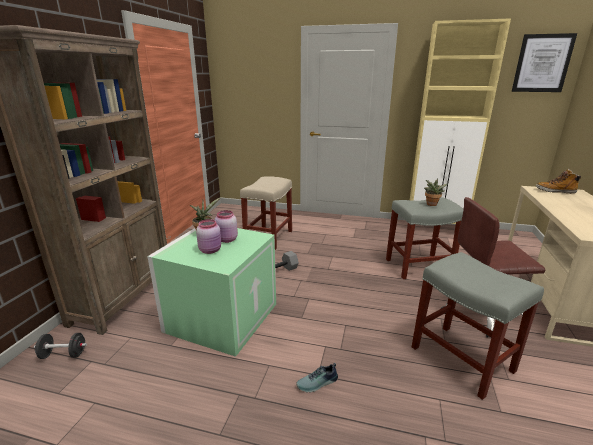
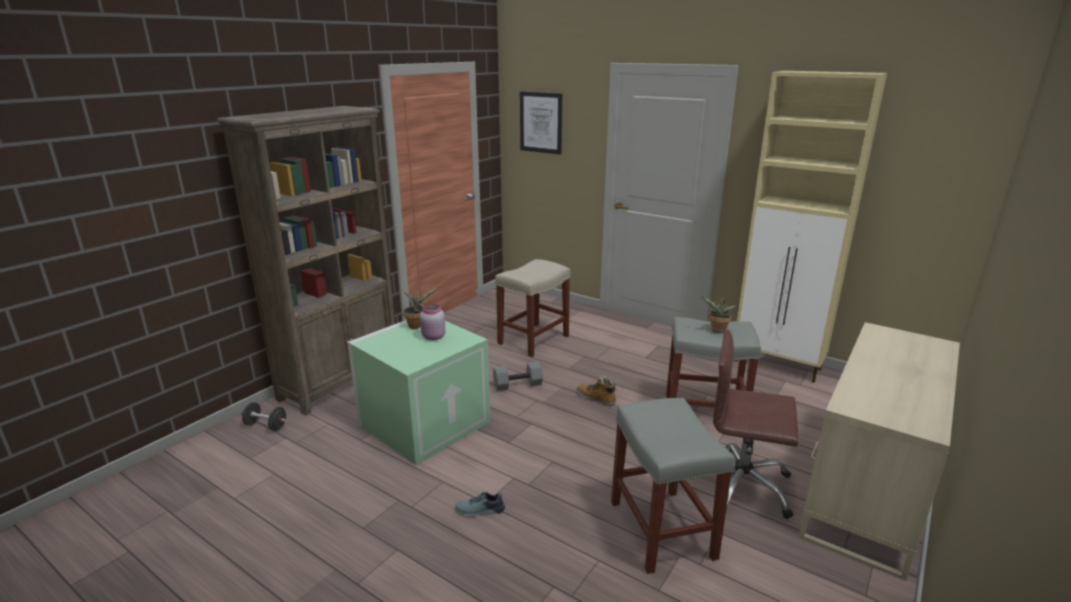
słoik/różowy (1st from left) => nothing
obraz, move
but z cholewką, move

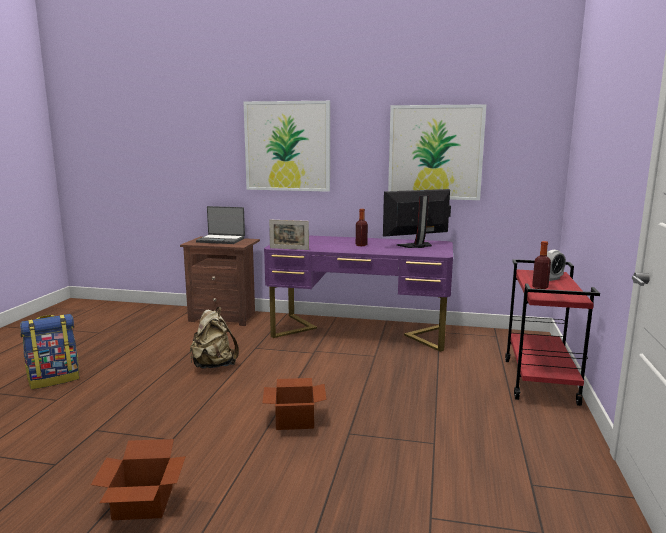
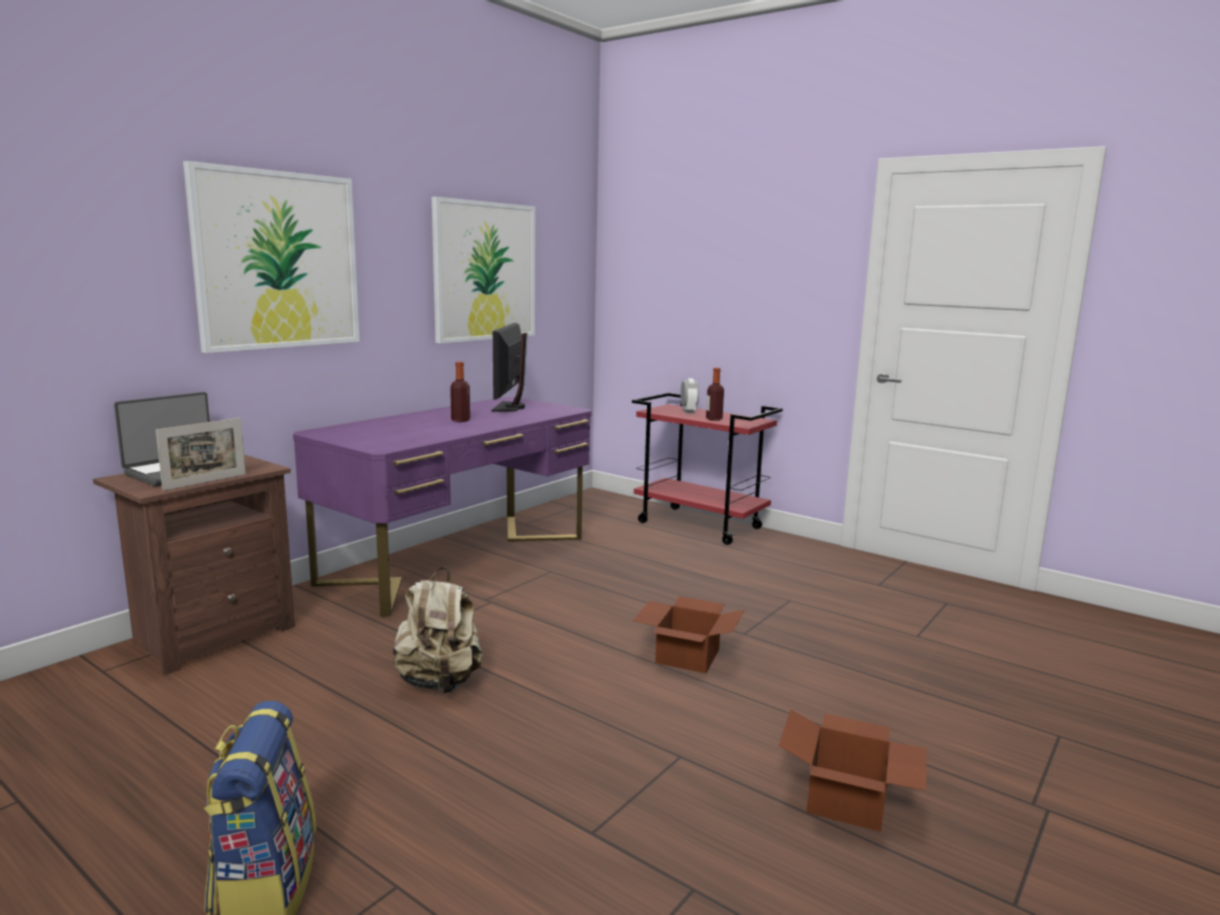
ramka na zdjęcie, move

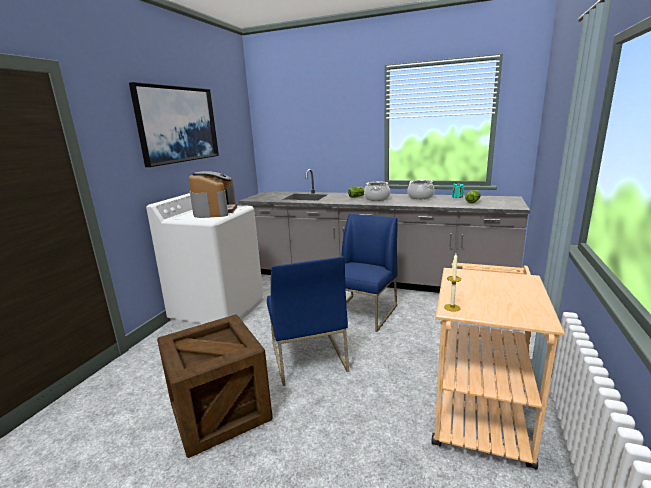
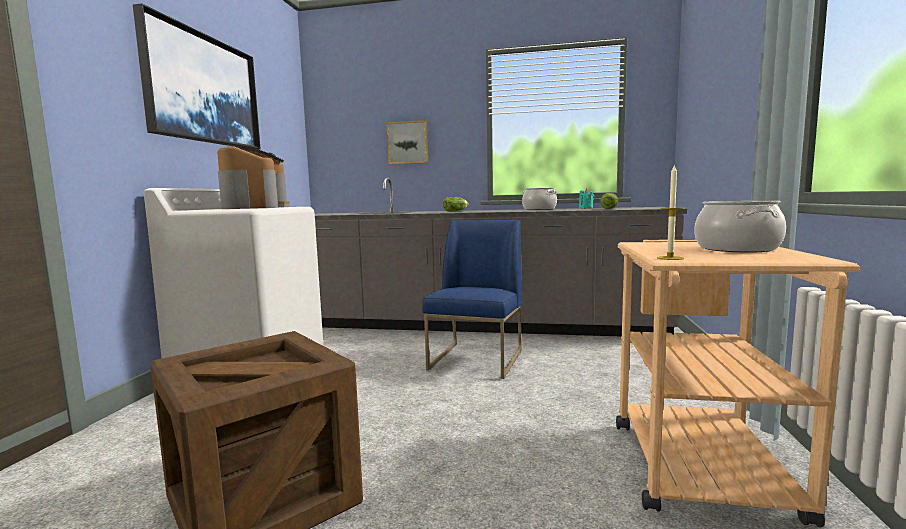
krzesło/niebieski (1st from left) => nothing
nothing => obraz (2nd from left)
garnek (1st from left in the first image) => garnek (2nd from left), move

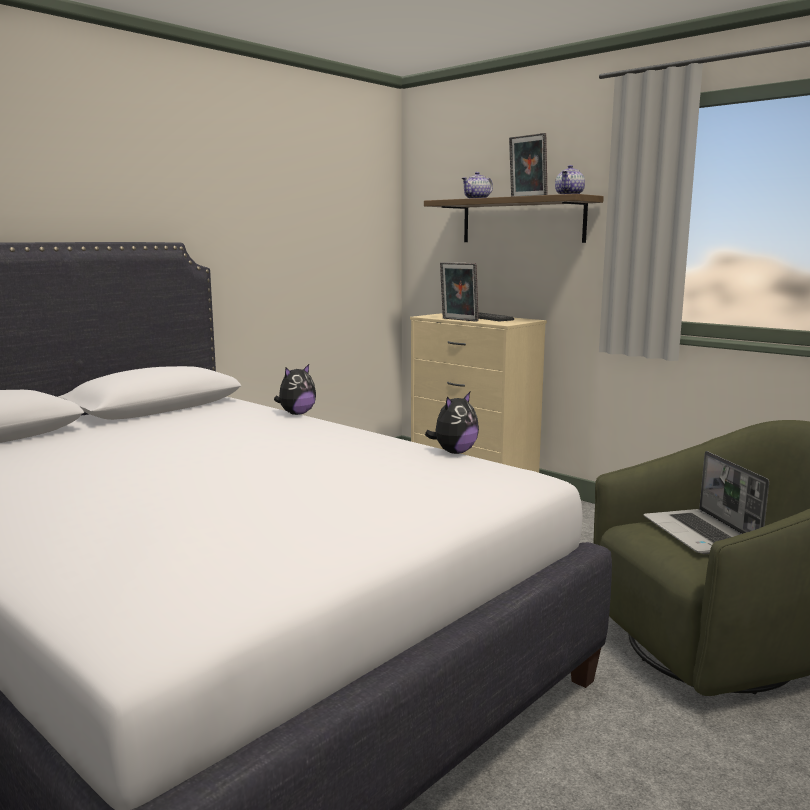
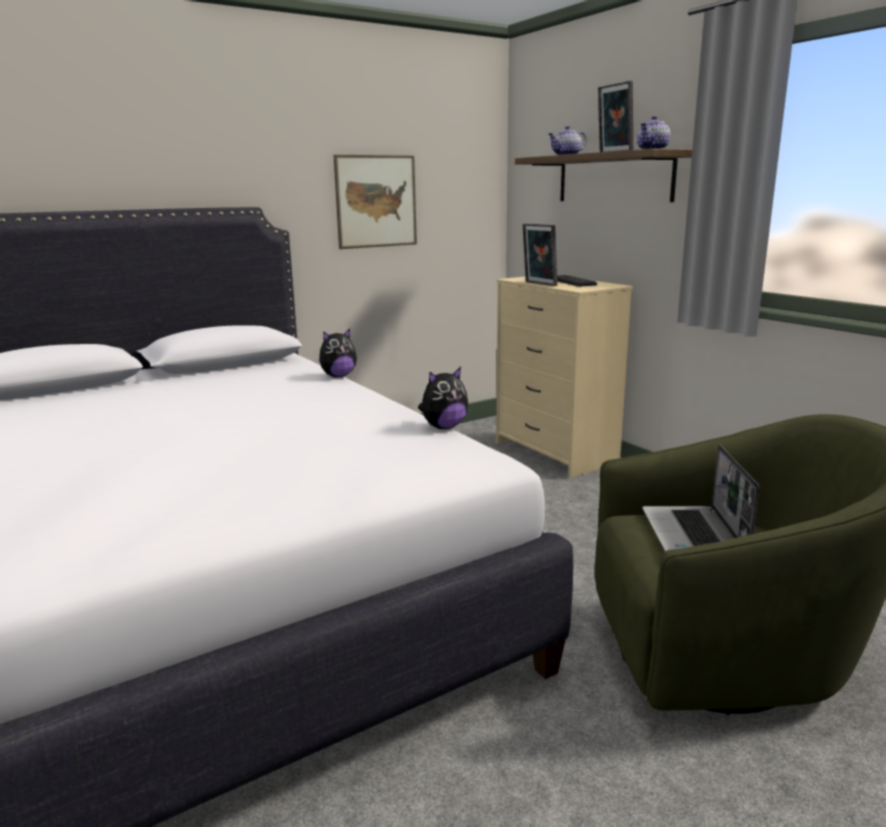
nothing => obraz

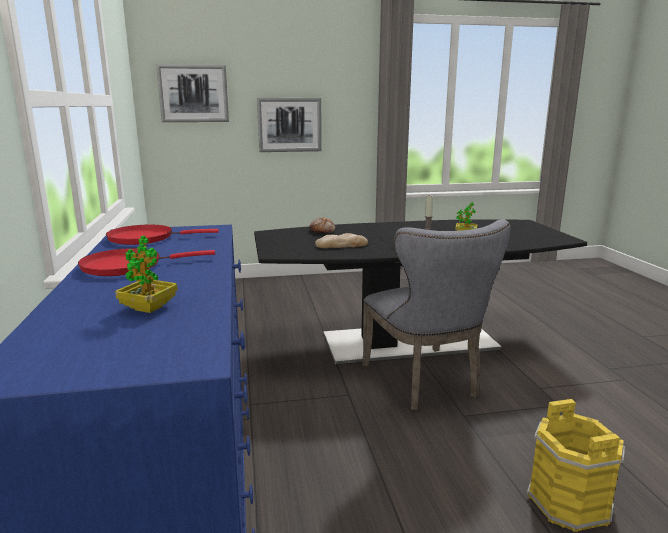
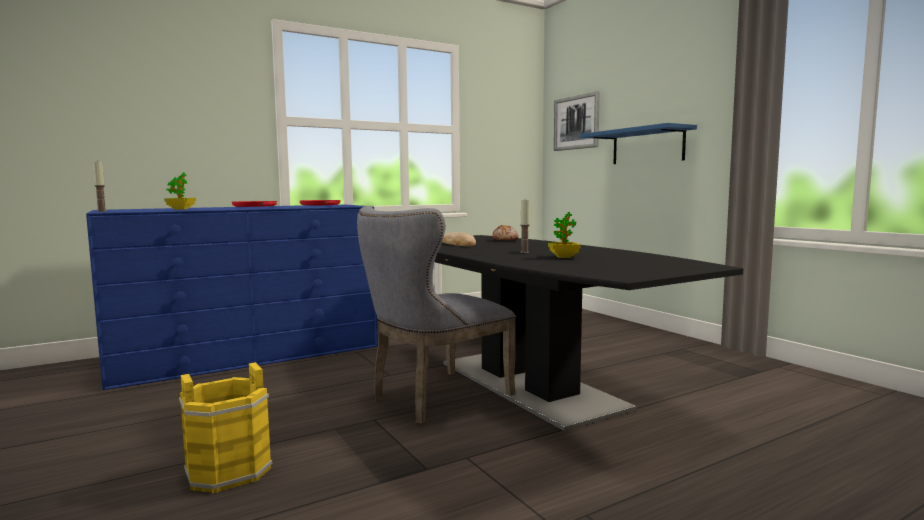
nothing => świeca (1st from left)
obraz (2nd from left) => półka/niebieski

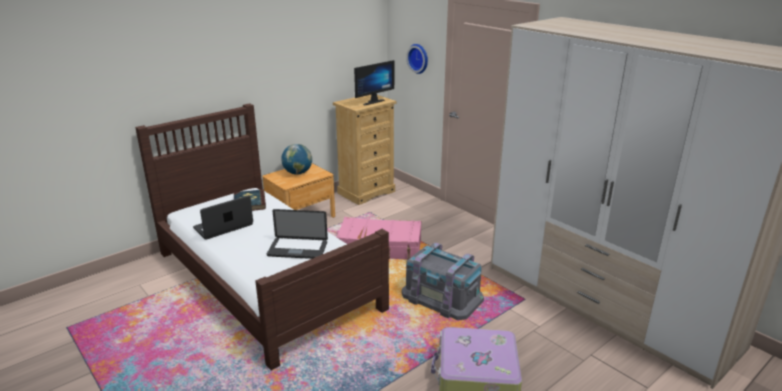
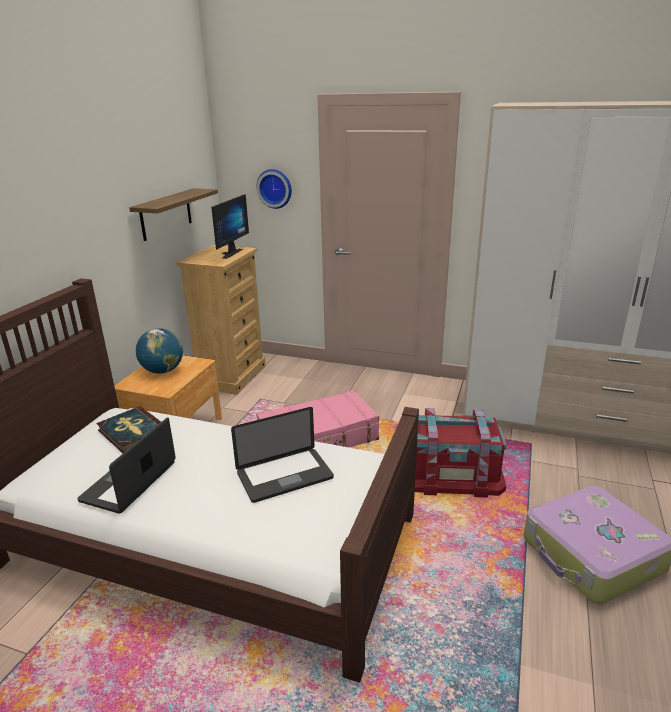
nothing => półka
pojemnik do przechowywania/szary => pojemnik do przechowywania/czerwony

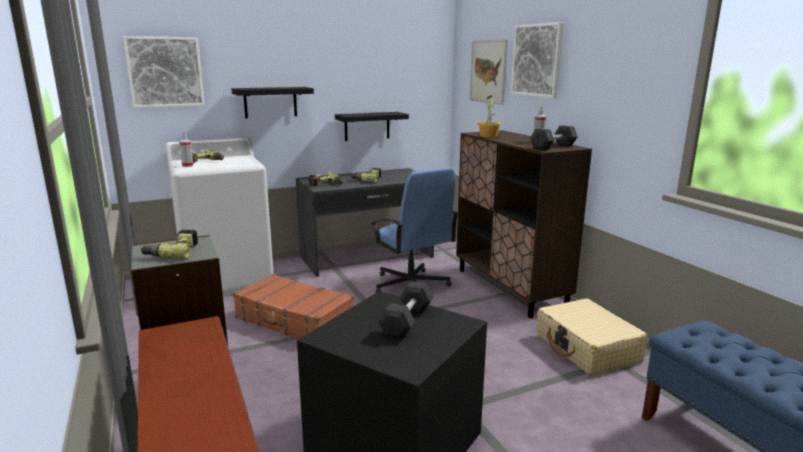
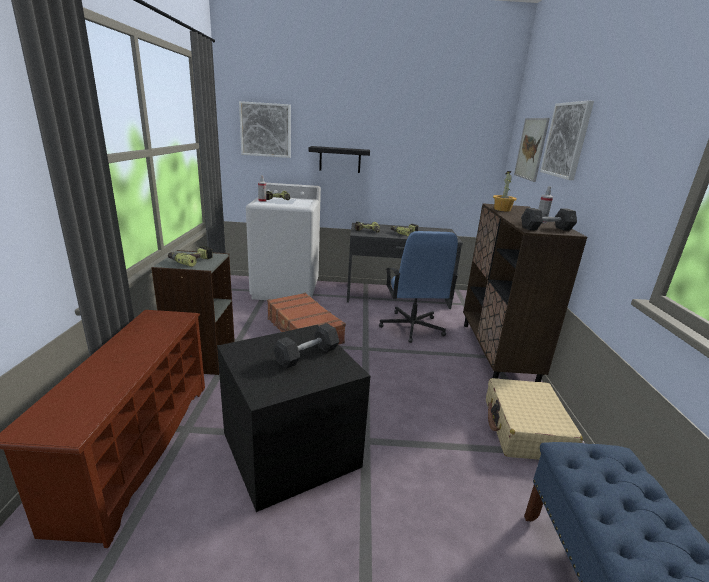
półka/czarny (2nd from left) => nothing

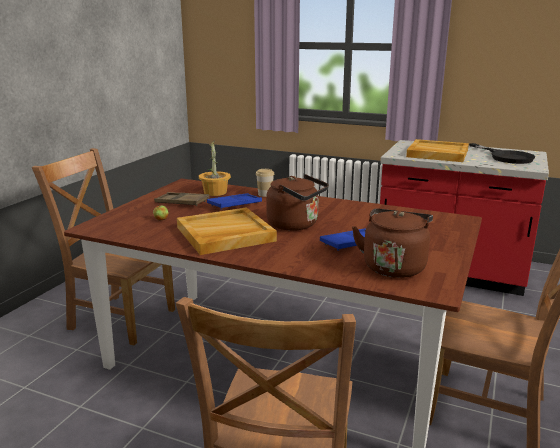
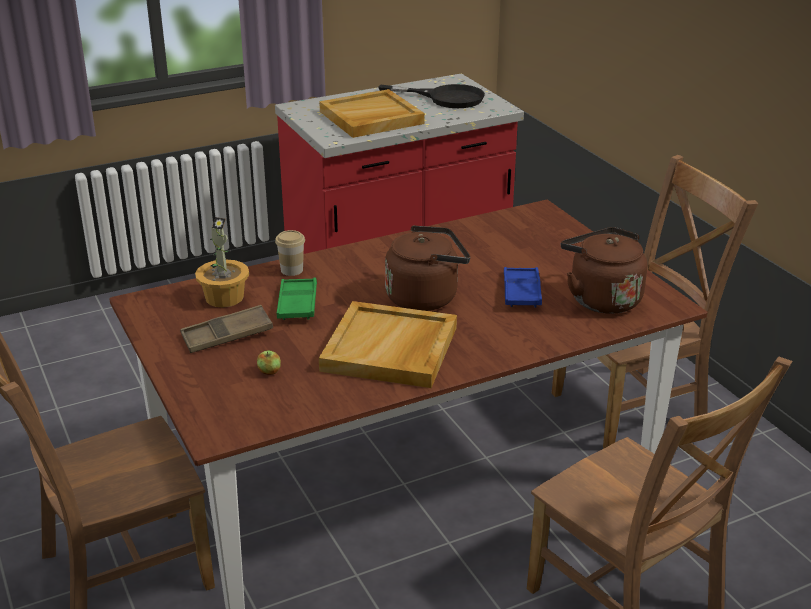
taca/niebieski (1st from left) => taca/zielony

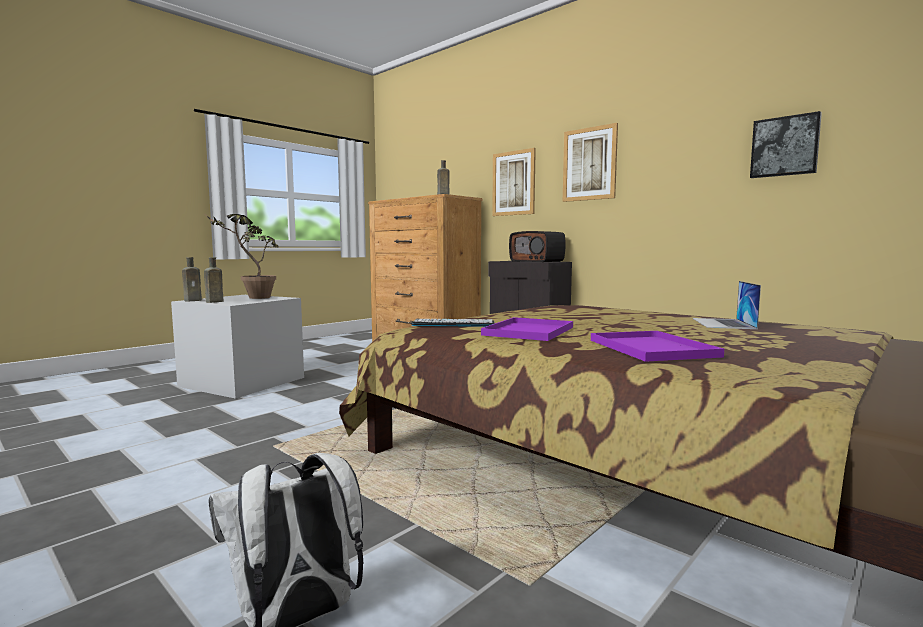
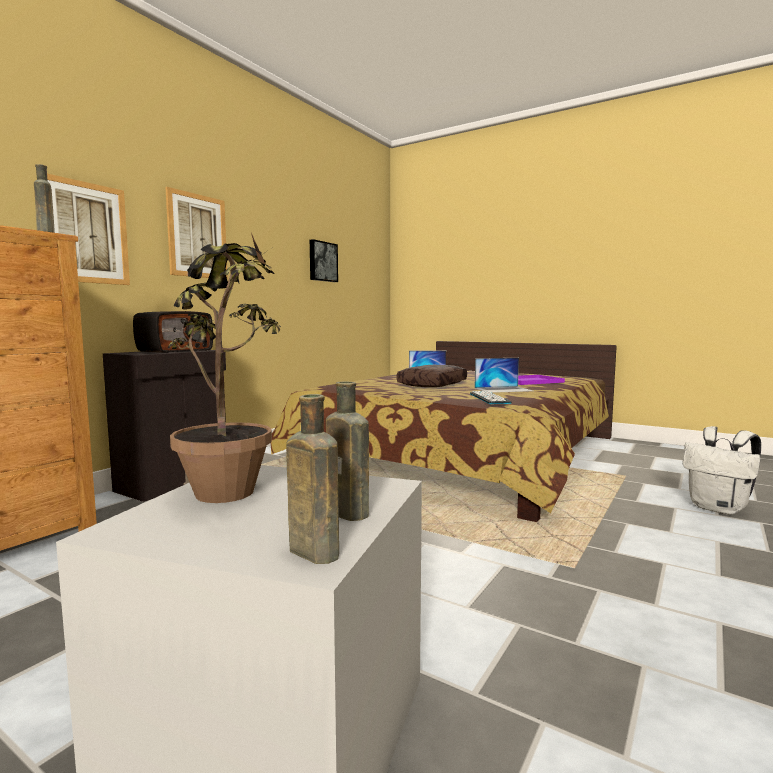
nothing => poduszka/brązowy
taca/fioletowy (1st from left) => laptop (2nd from left)

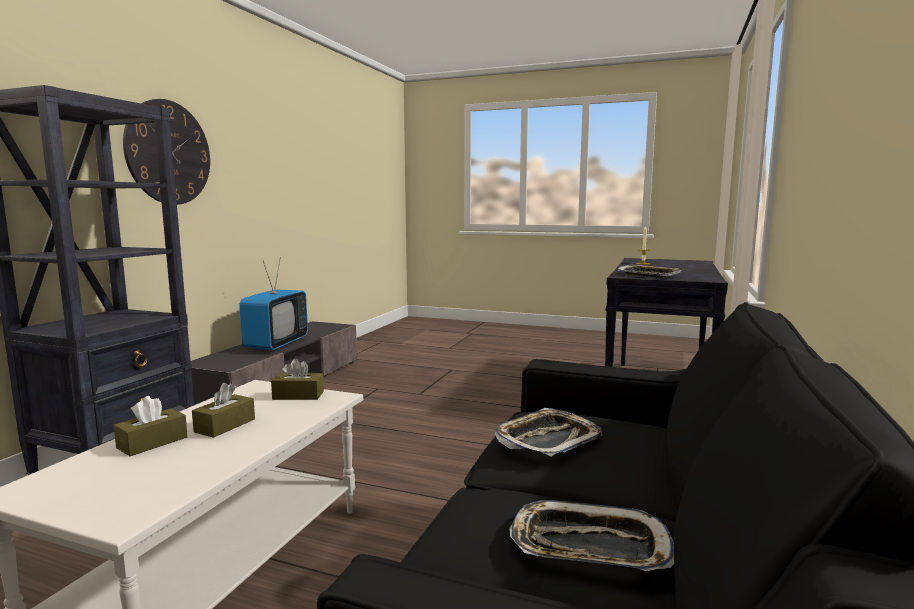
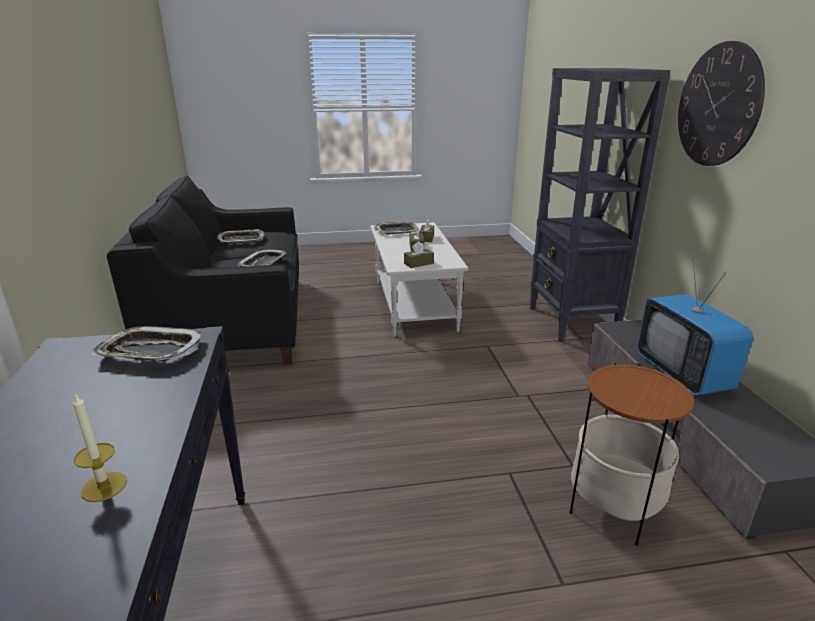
nothing => taca (4th from left)
nothing => stolik

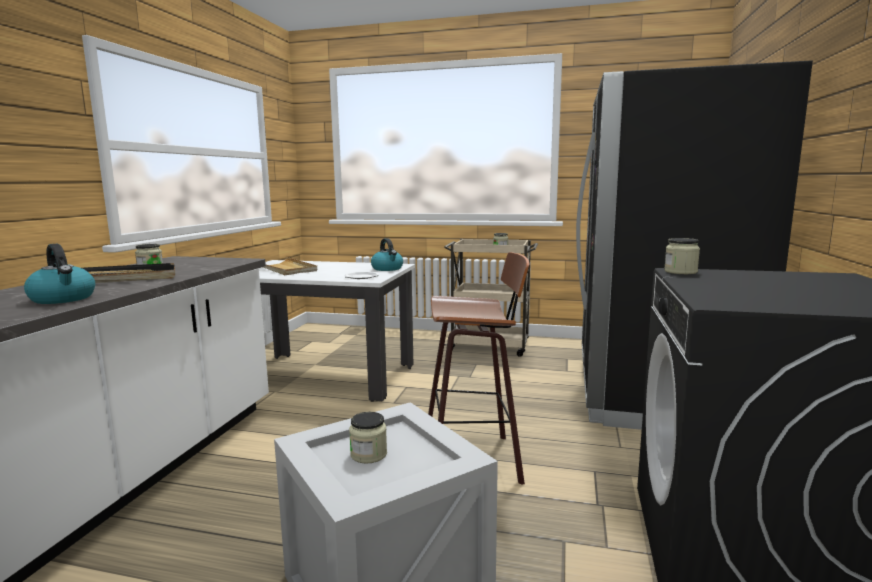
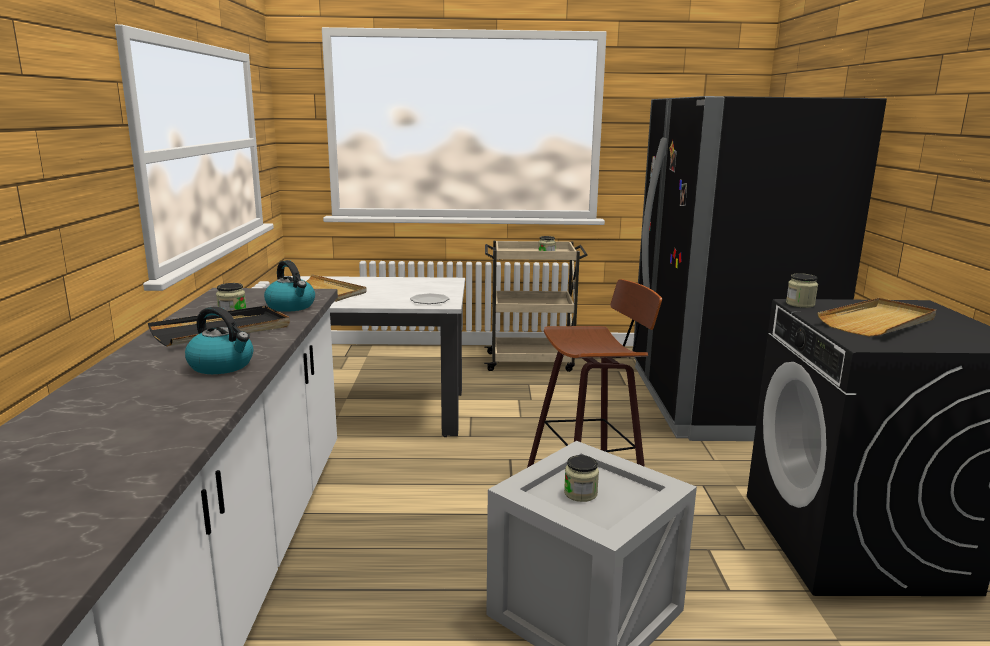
nothing => taca/beżowy (2nd from left)
czajnik (2nd from left), move

